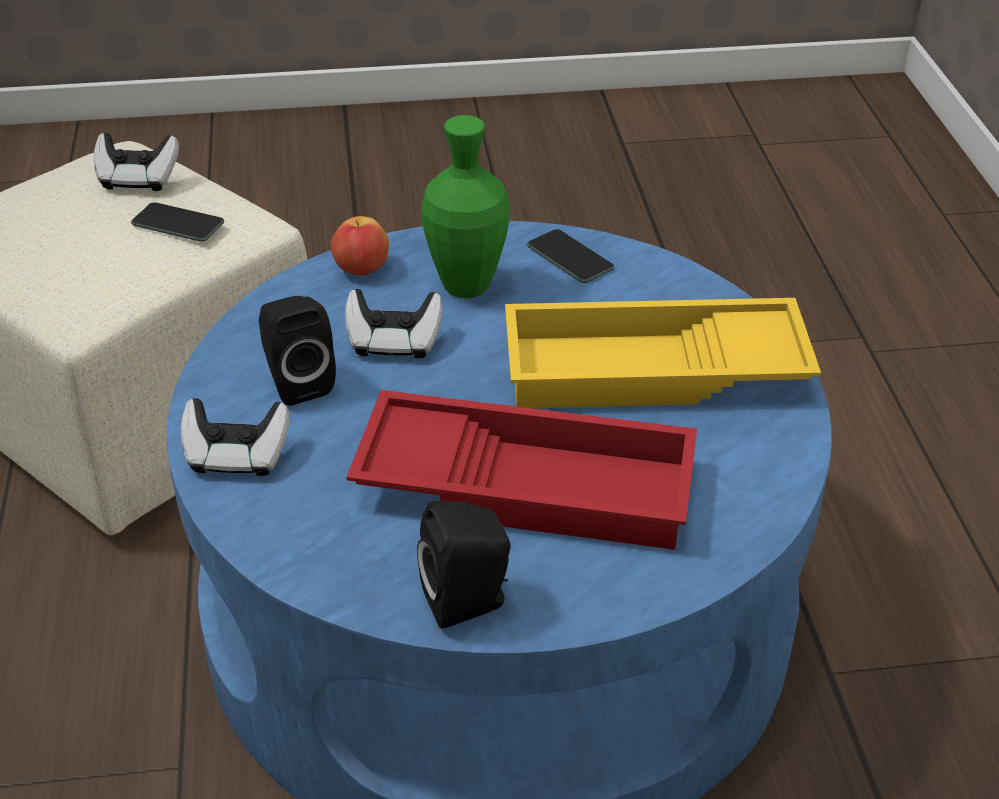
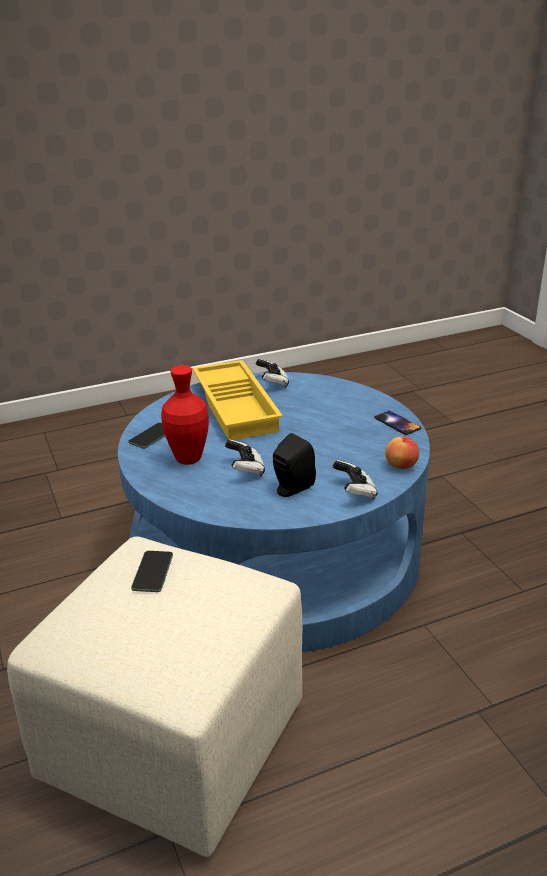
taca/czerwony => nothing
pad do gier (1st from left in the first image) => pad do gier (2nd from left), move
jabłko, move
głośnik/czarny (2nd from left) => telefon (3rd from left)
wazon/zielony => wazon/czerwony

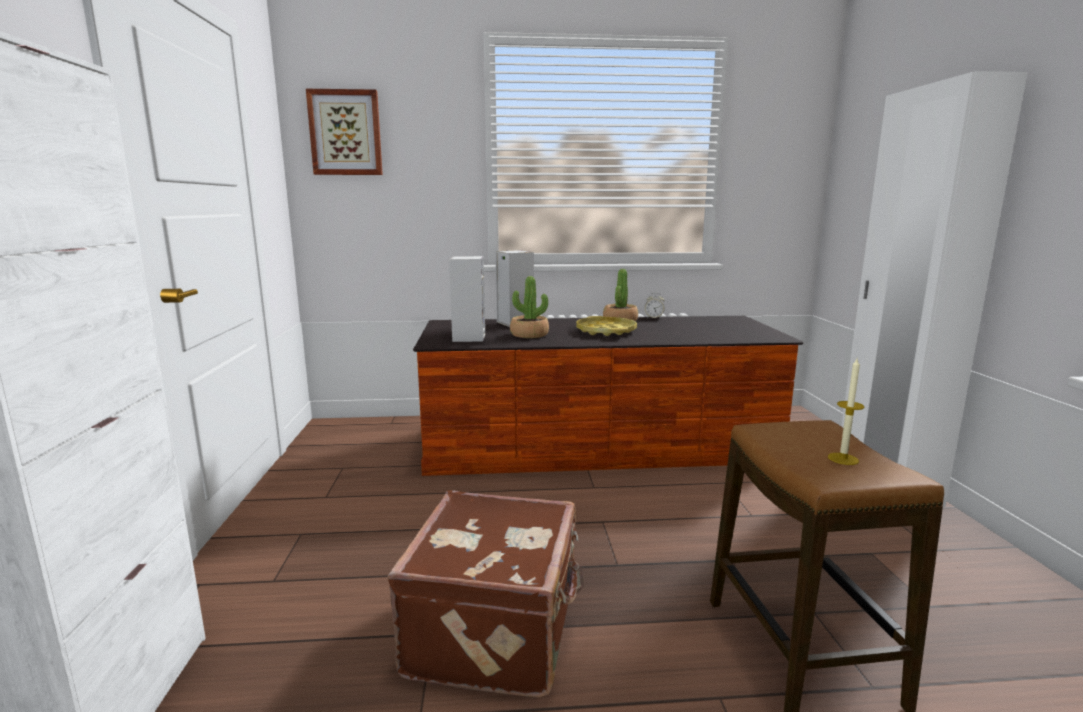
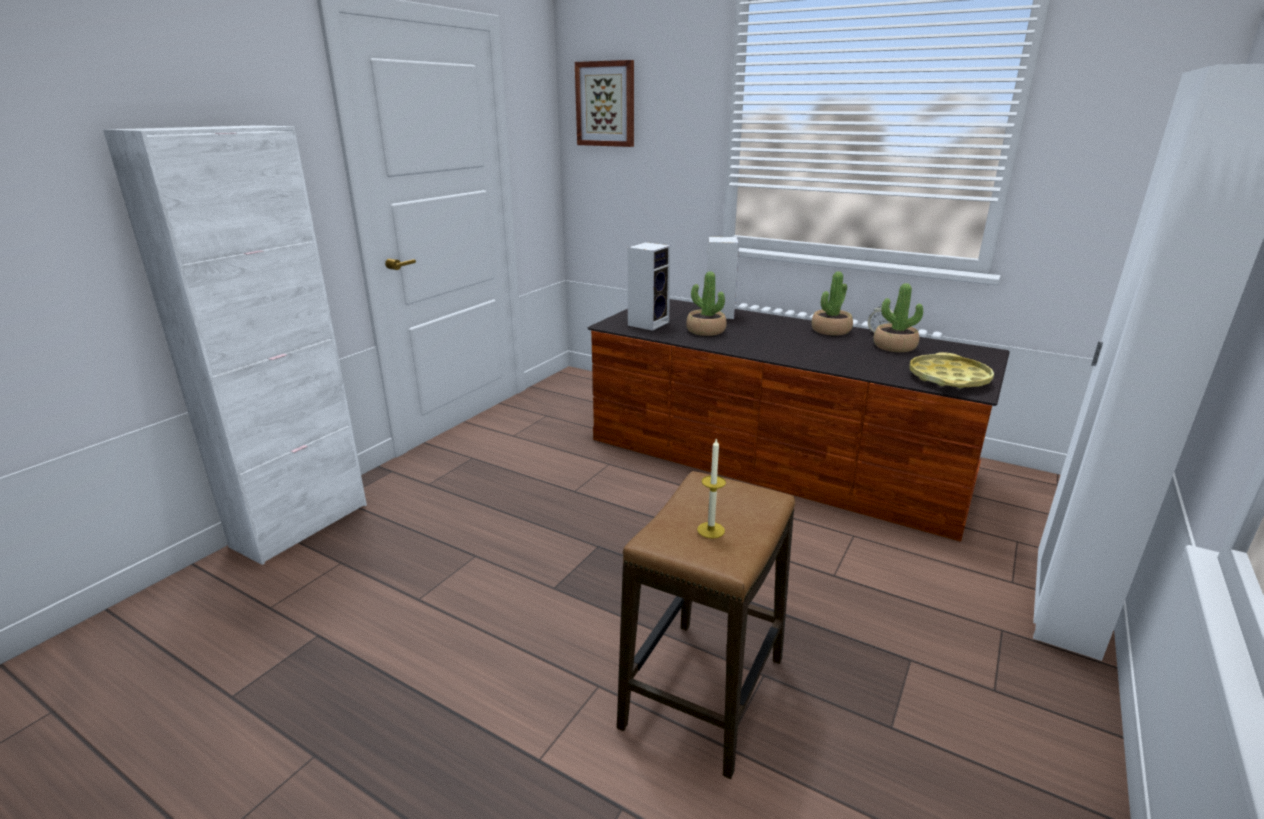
walizka/brązowy => nothing
nothing => roślina doniczkowa (3rd from left)
taca/żółty, move

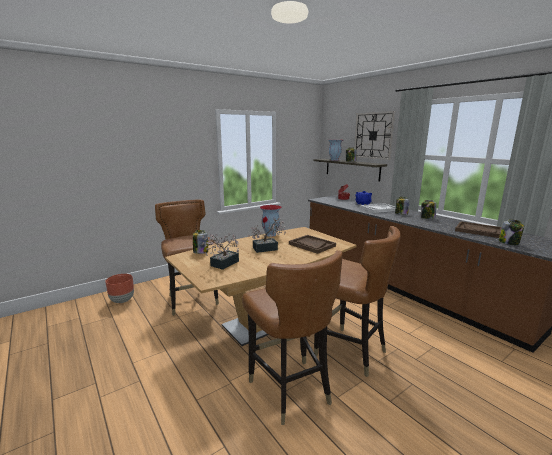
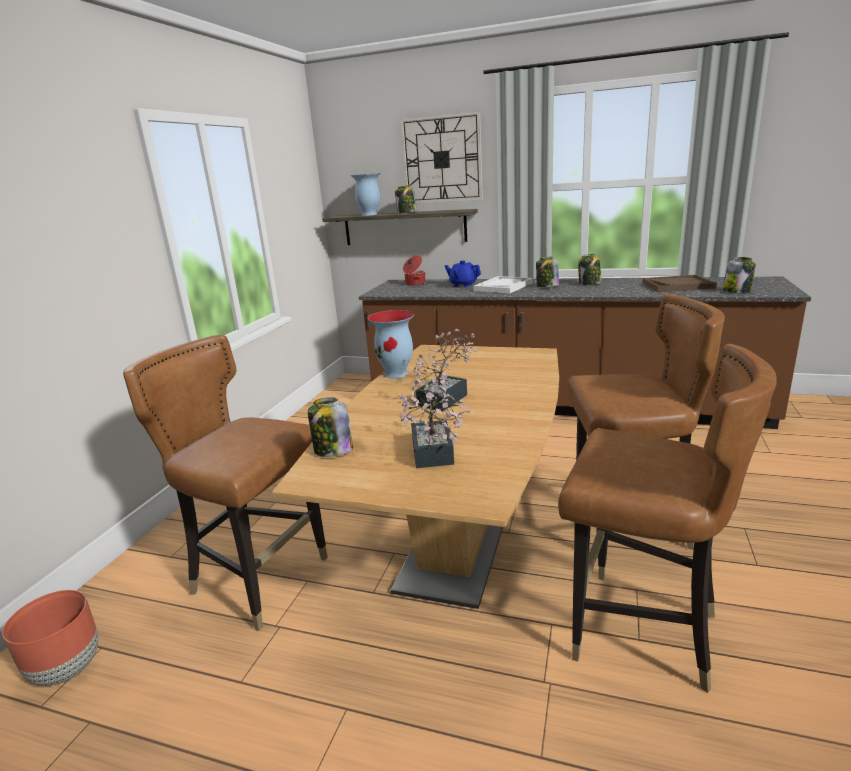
taca/brązowy (1st from left) => nothing

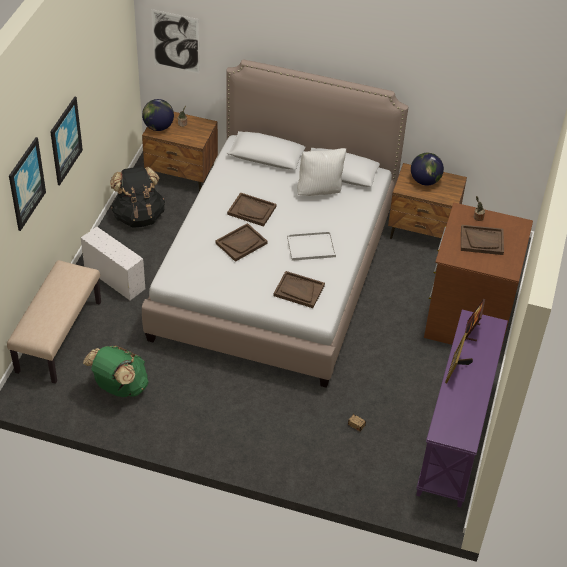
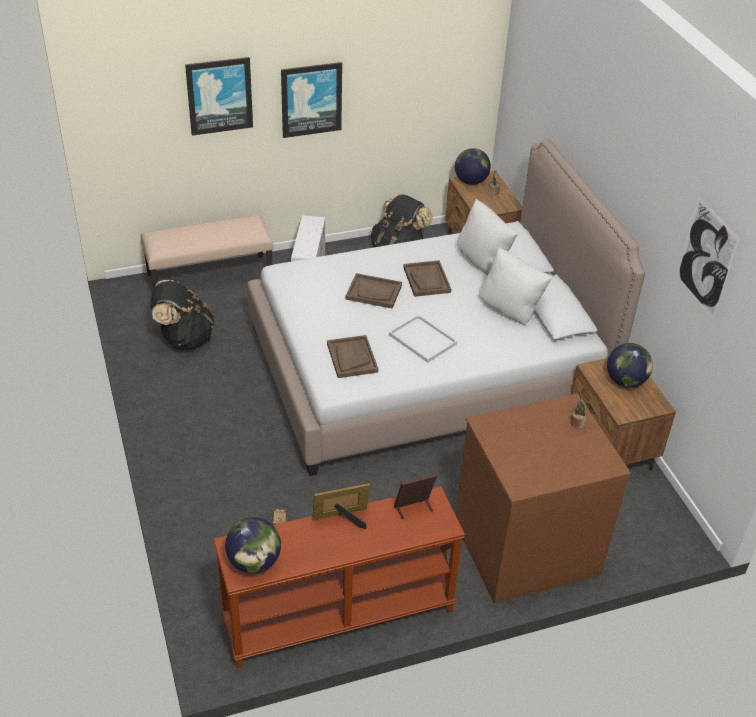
taca/brązowy (4th from left) => nothing
nothing => globus (1st from left)
nothing => poduszka/biały (1st from left)
obraz (3rd from left), move
plecak/zielony => plecak/czarny (1st from left)
stolik konsolowy/fioletowy => stolik konsolowy/brązowy

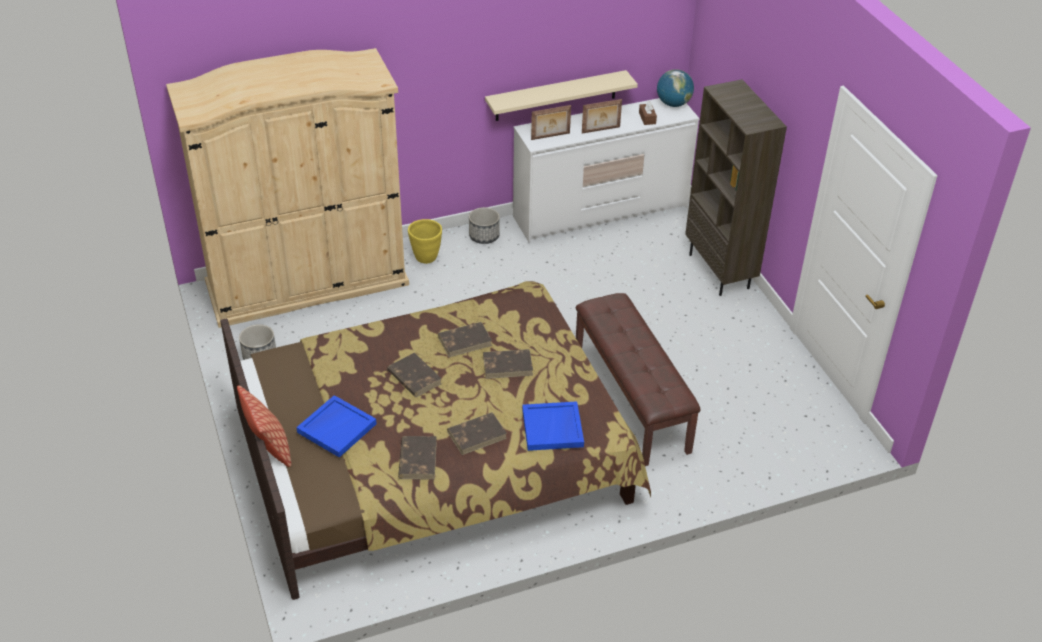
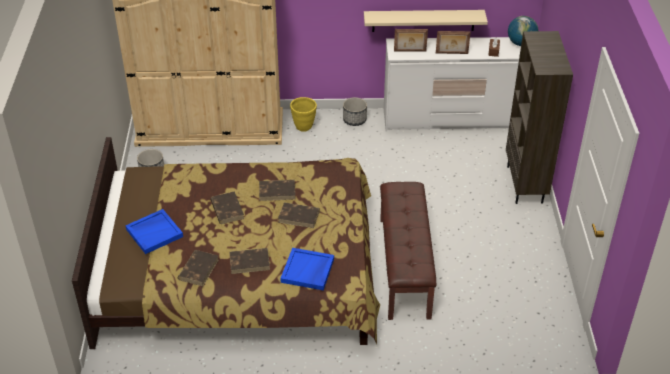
poduszka => nothing

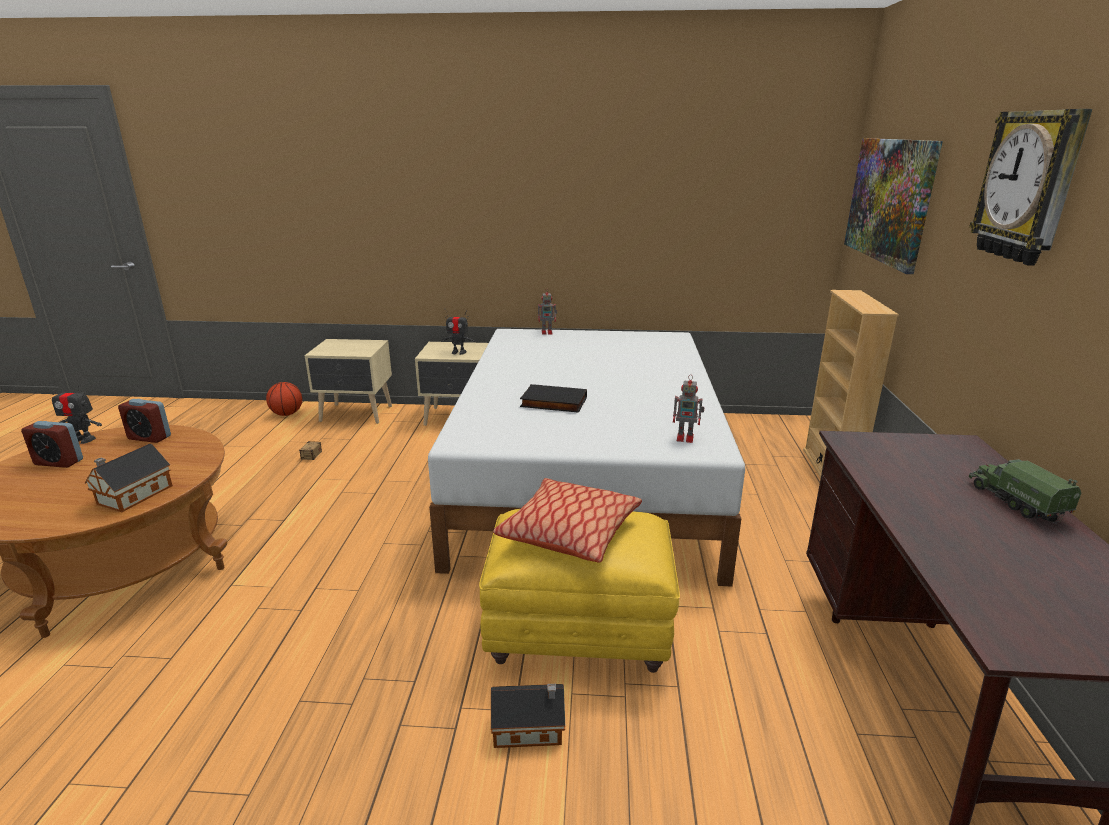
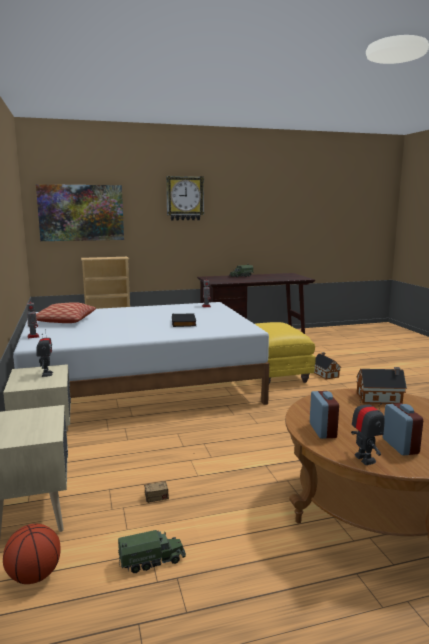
nothing => ciężarówka zabawkowa (1st from left)
poduszka, move

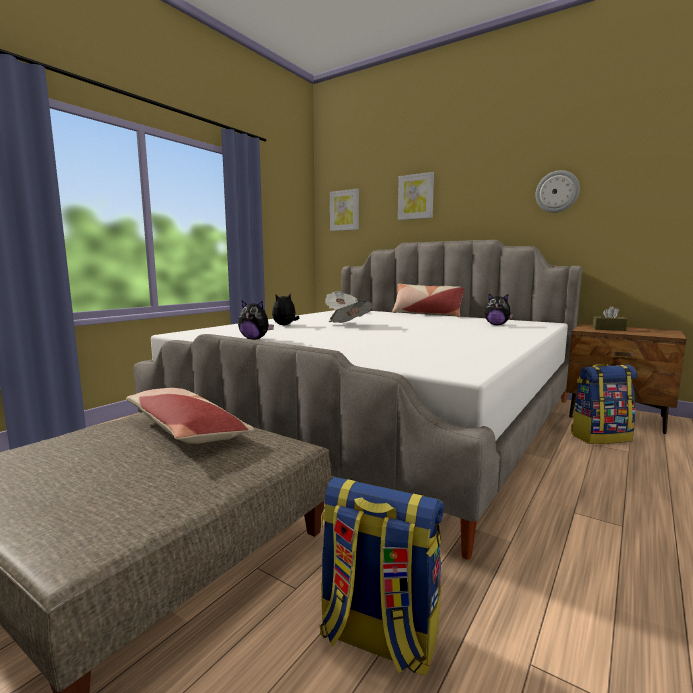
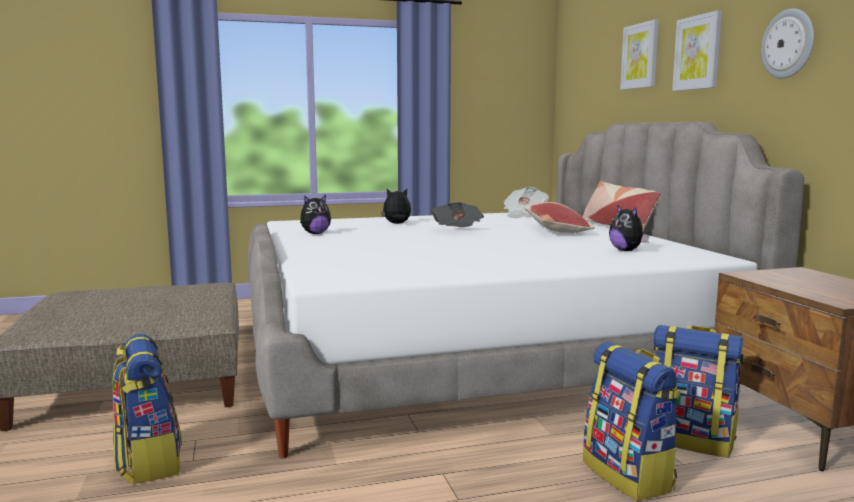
pudełko chusteczek/brązowy => nothing
nothing => plecak (2nd from left)
poduszka (1st from left), move
obraz (1st from left in the first image) => obraz (2nd from left), move
pluszak (1st from left), 90 degrees counterclockwise

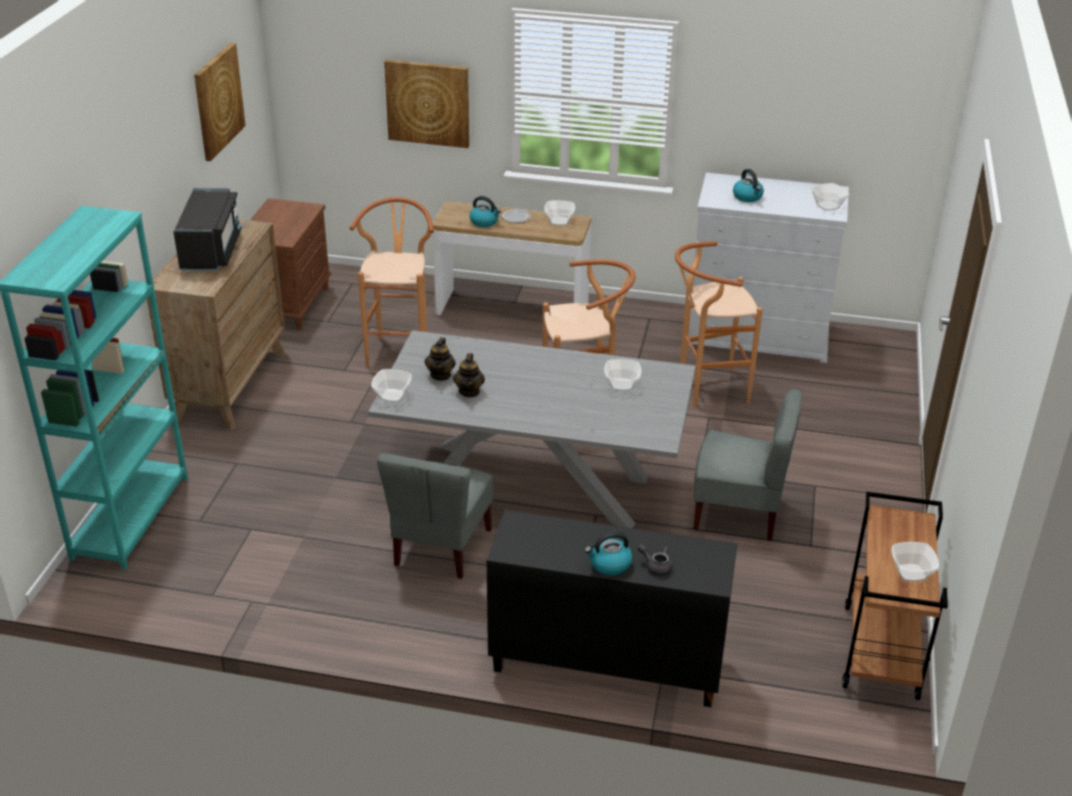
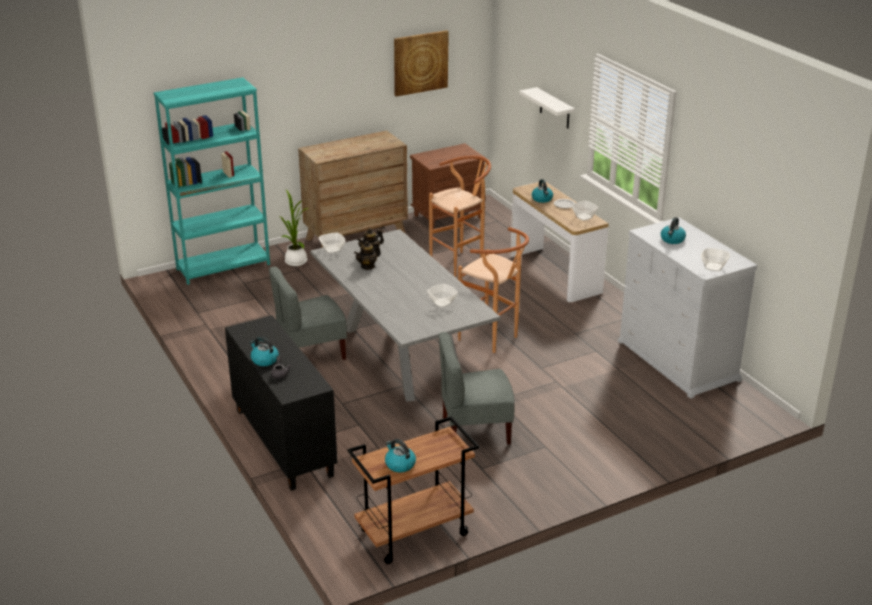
mikrofalówka/czarny => nothing
stołek/brązowy (3rd from left) => nothing
nothing => roślina doniczkowa
obraz (2nd from left) => półka/biały
miska (5th from left) => czajnik (2nd from left)
krzesło/szary (2nd from left), 105 degrees clockwise

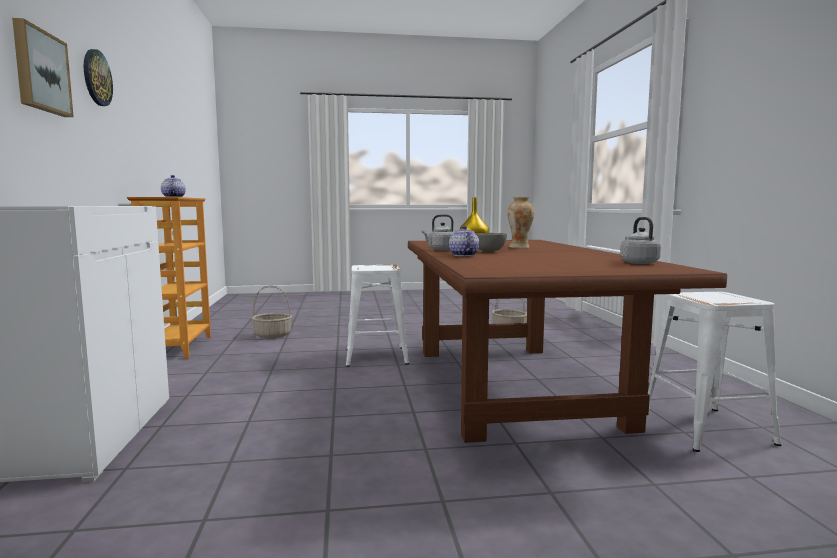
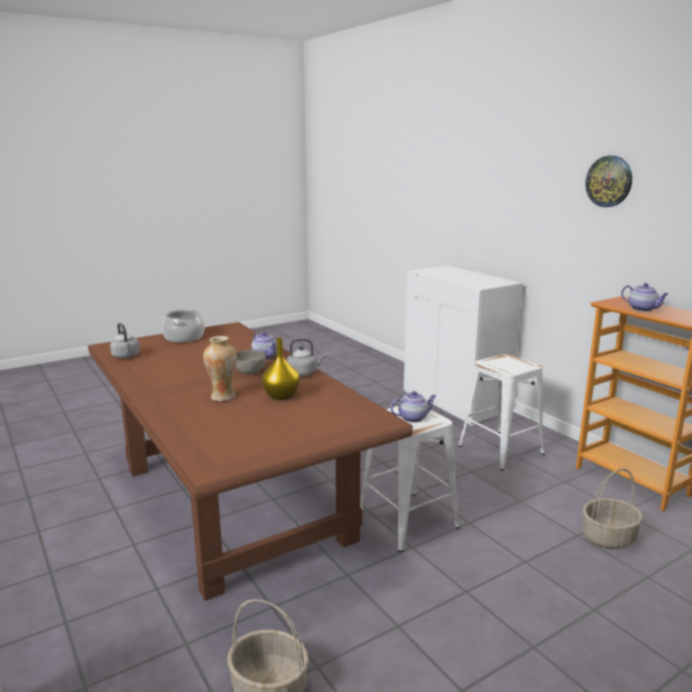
obraz => nothing
nothing => garnek
nothing => imbryk (2nd from left)
stołek/biały (2nd from left), move

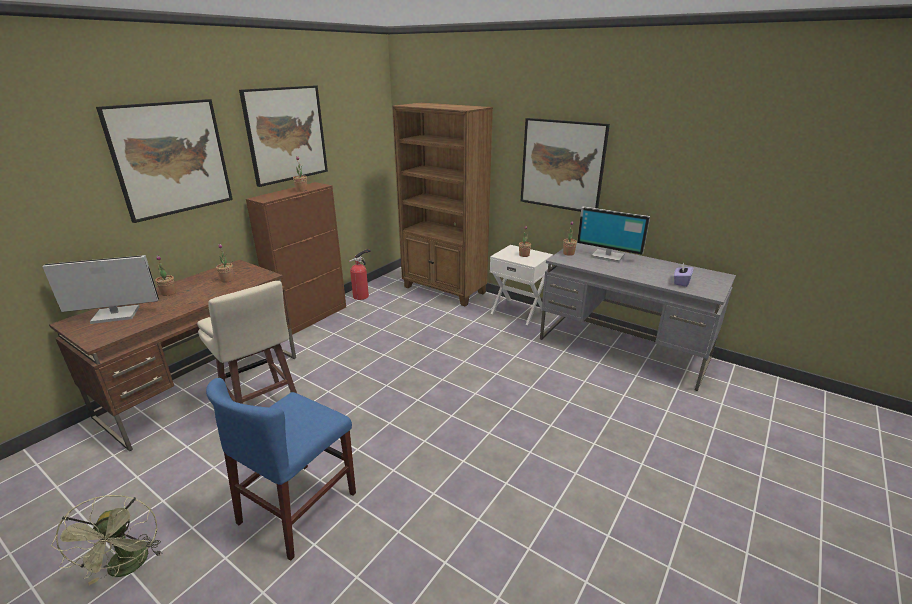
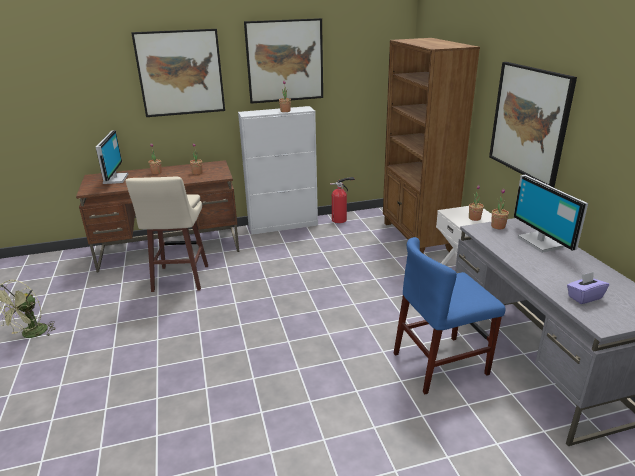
krzesło/niebieski, move
szafka/brązowy => szafka/biały
monitor (1st from left), 60 degrees clockwise

